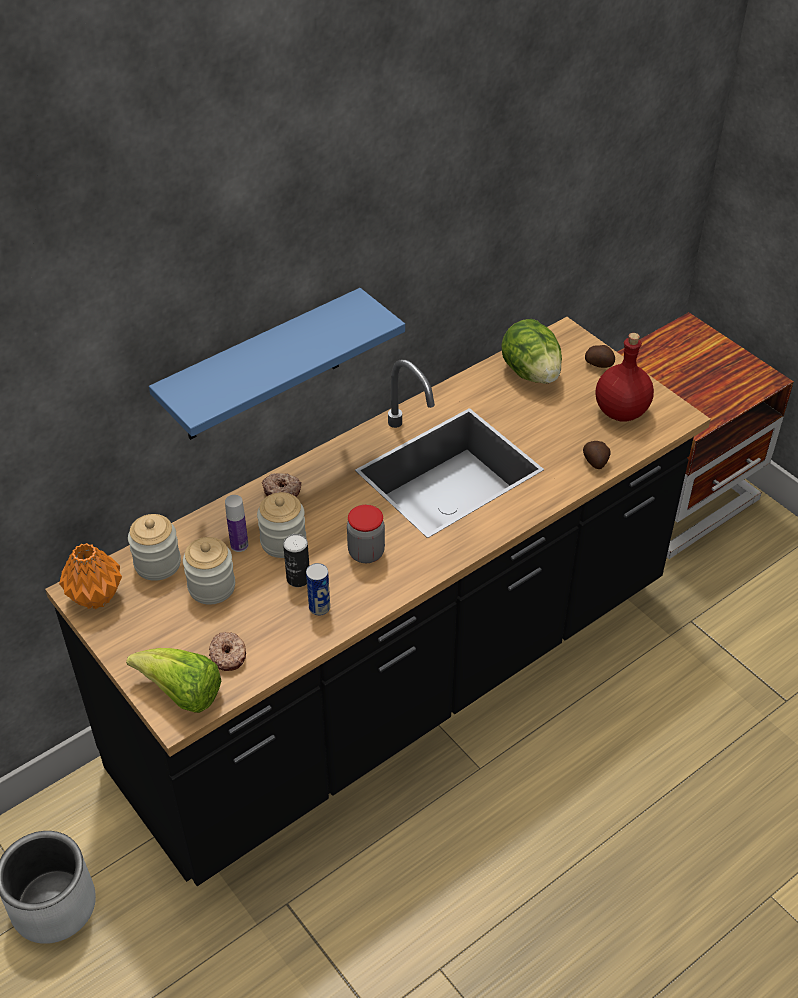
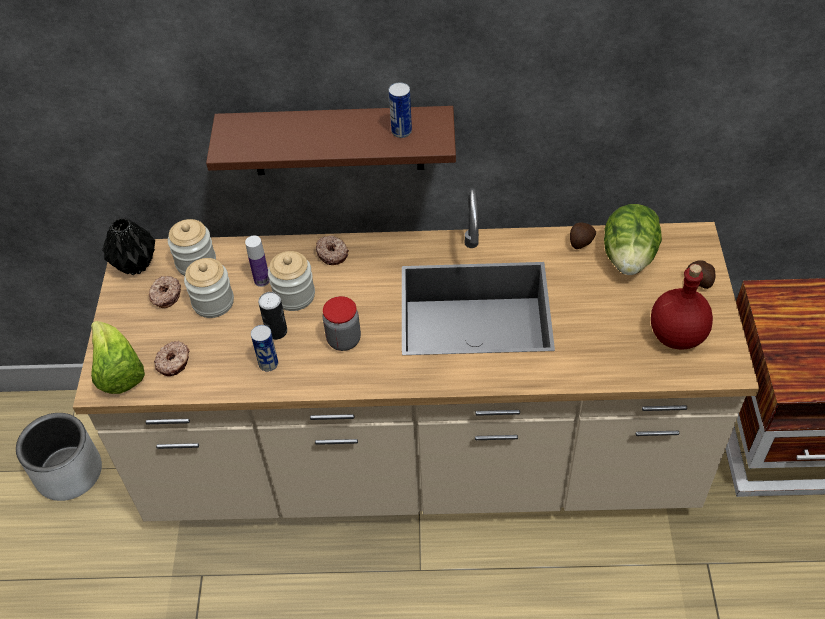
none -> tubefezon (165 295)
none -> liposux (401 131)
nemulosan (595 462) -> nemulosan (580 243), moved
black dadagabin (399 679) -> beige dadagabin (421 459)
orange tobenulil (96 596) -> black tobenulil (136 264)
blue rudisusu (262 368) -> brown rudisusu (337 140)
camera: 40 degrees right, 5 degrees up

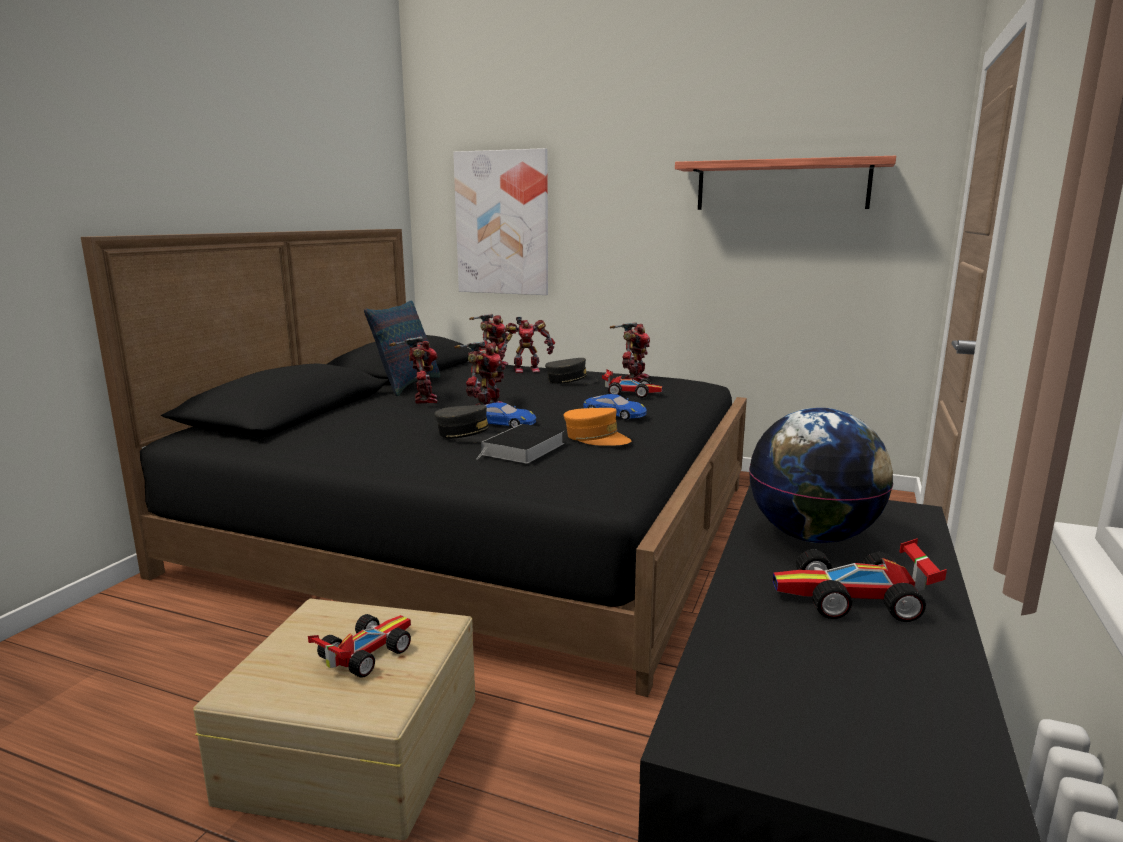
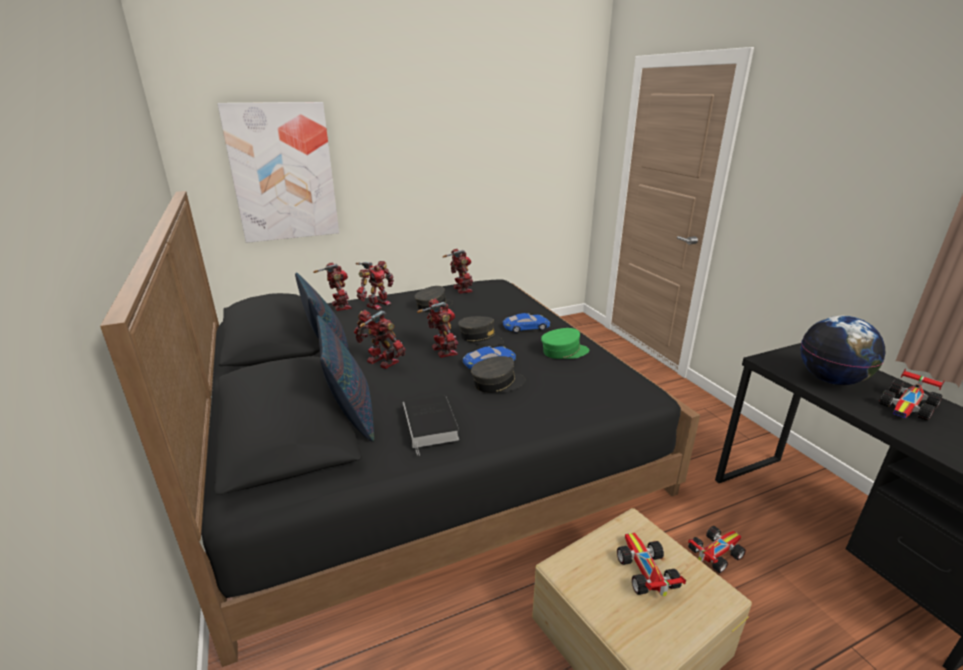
rudisusu (781 185) -> none
none -> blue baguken (351 415)
none -> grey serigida (480 338)
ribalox (523 449) -> ribalox (431 426), moved
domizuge (630 393) -> domizuge (714 552), moved
orange serigida (596 438) -> green serigida (564 352)
camera: 45 degrees left, 10 degrees up

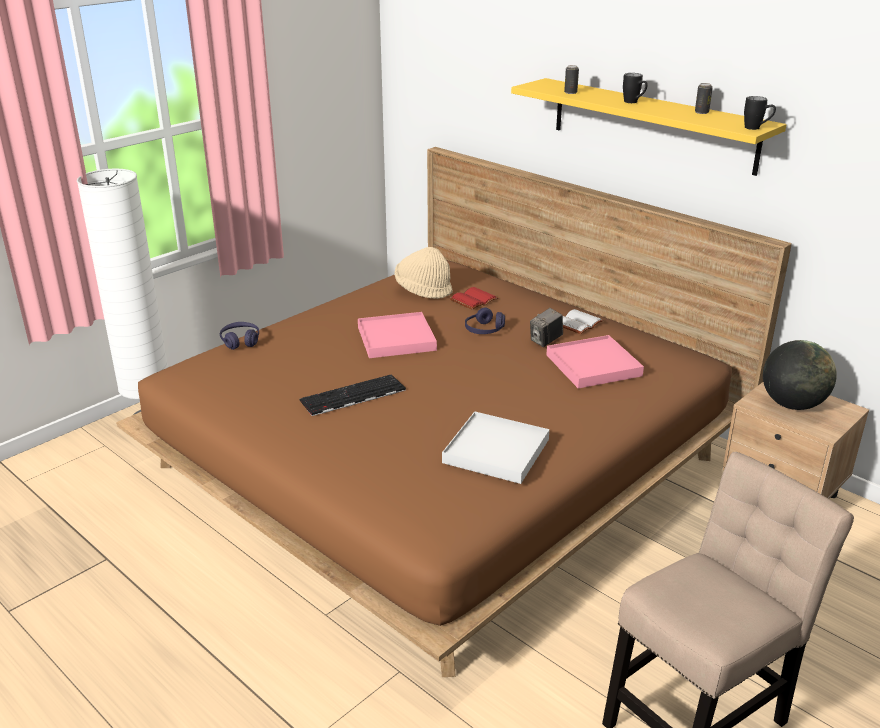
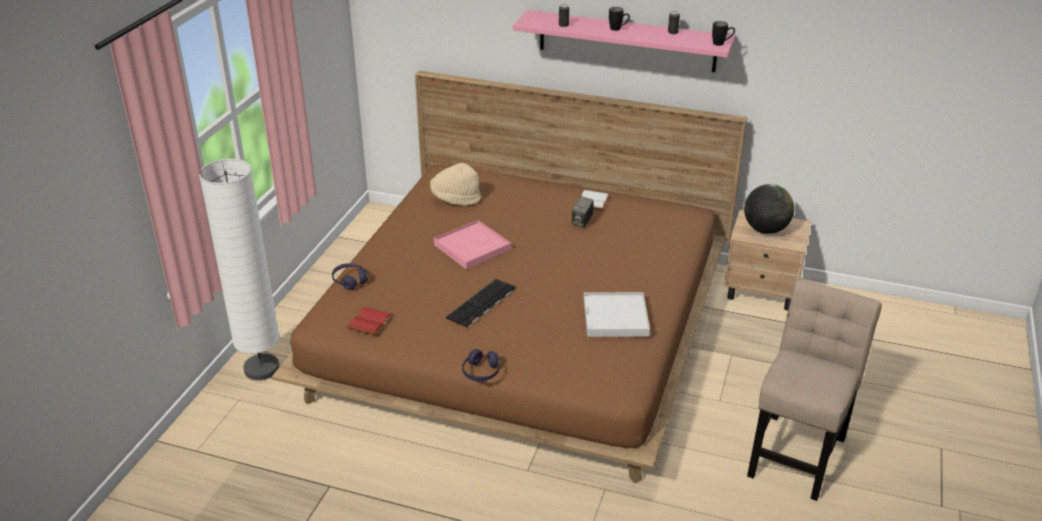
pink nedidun (593 365) -> none
red ribalox (474 300) -> red ribalox (370 322), moved
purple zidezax (484 330) -> purple zidezax (481 372), moved
yellow rudisusu (652 125) -> pink rudisusu (627 41)
camera: 25 degrees left, 5 degrees up

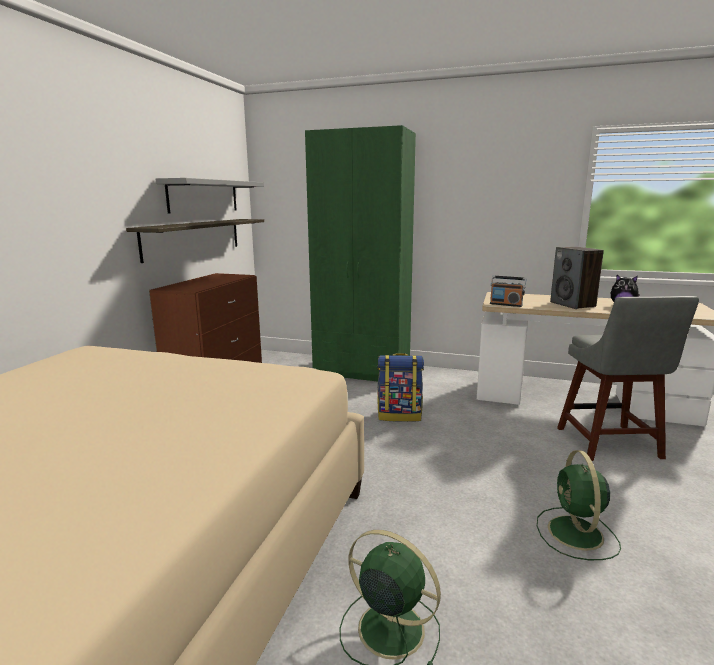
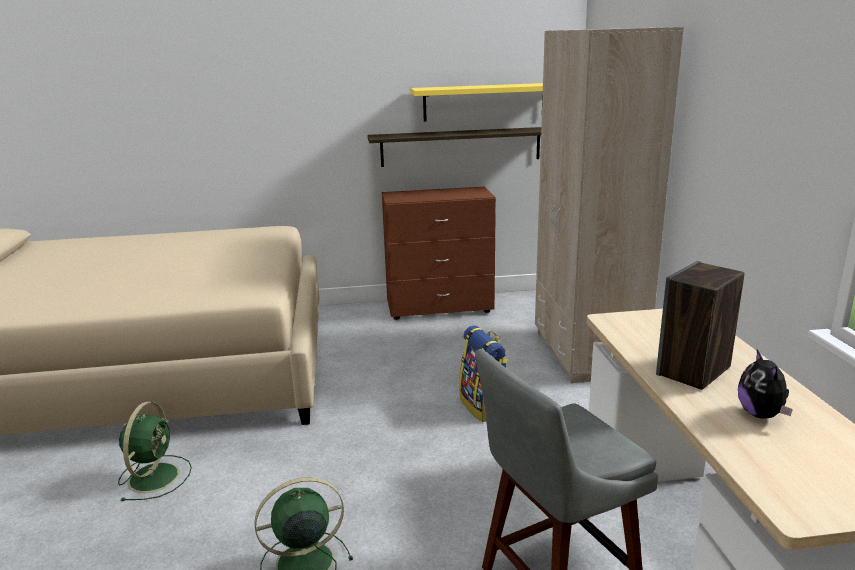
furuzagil (506 304) -> none
grey rudisusu (204 196) -> yellow rudisusu (484 102)
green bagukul (363 371) -> beige bagukul (586 355)
camera: 65 degrees right, 5 degrees up

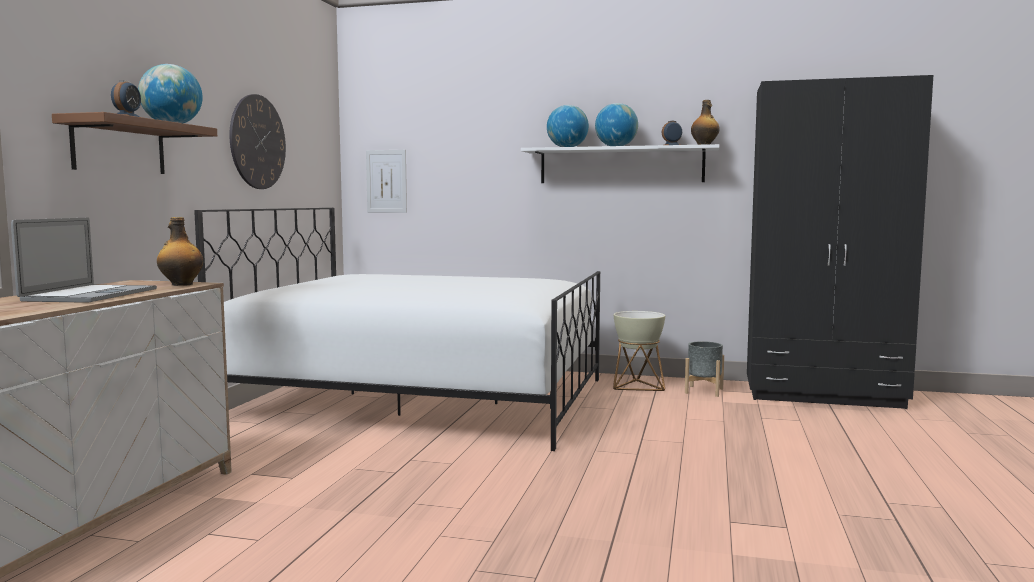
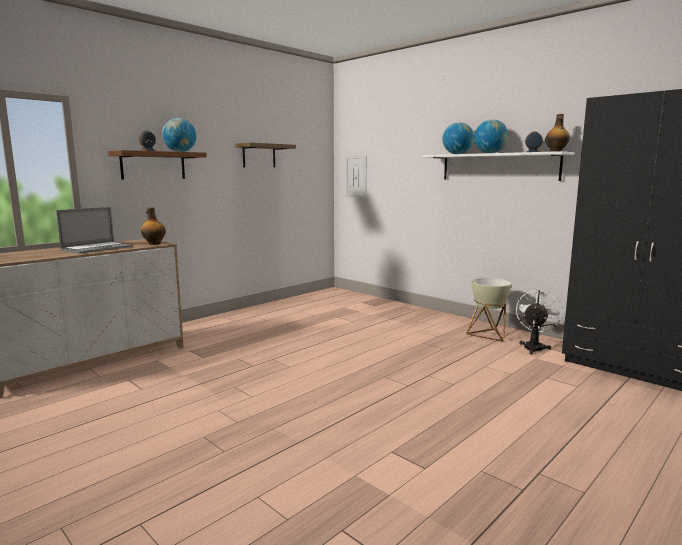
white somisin (421 398) -> none
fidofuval (257 142) -> rudisusu (259 156)
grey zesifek (704 391) -> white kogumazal (534 347)
camera: 30 degrees right, 5 degrees up

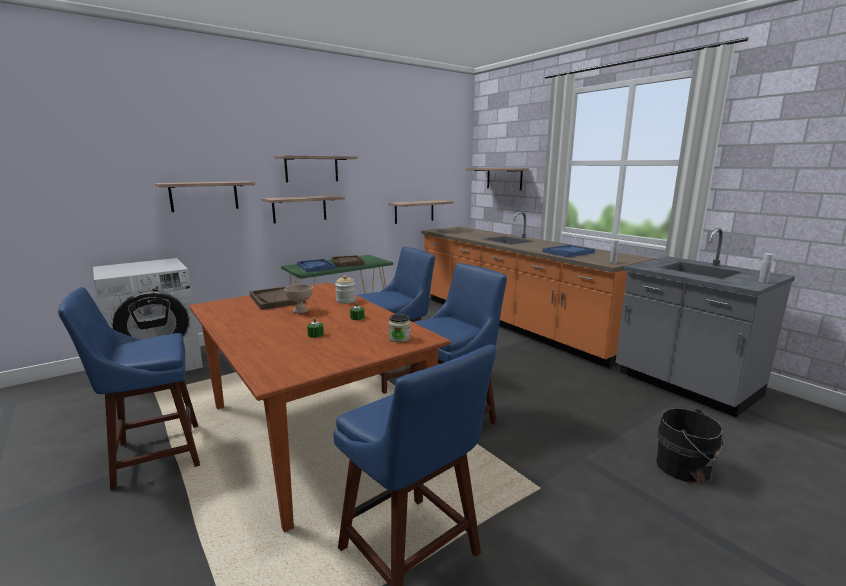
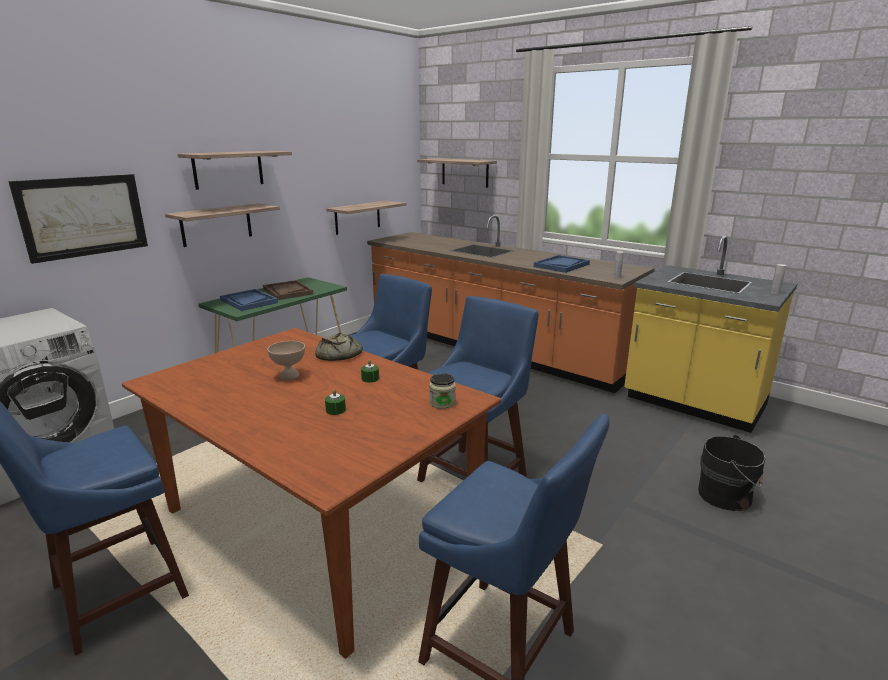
brown nedidun (277 299) -> none
rudisusu (204 196) -> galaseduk (83 216)
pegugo (346 301) -> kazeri (337 355)
grey dadagabin (685 385) -> yellow dadagabin (693 403)
camera: 15 degrees left, 5 degrees up

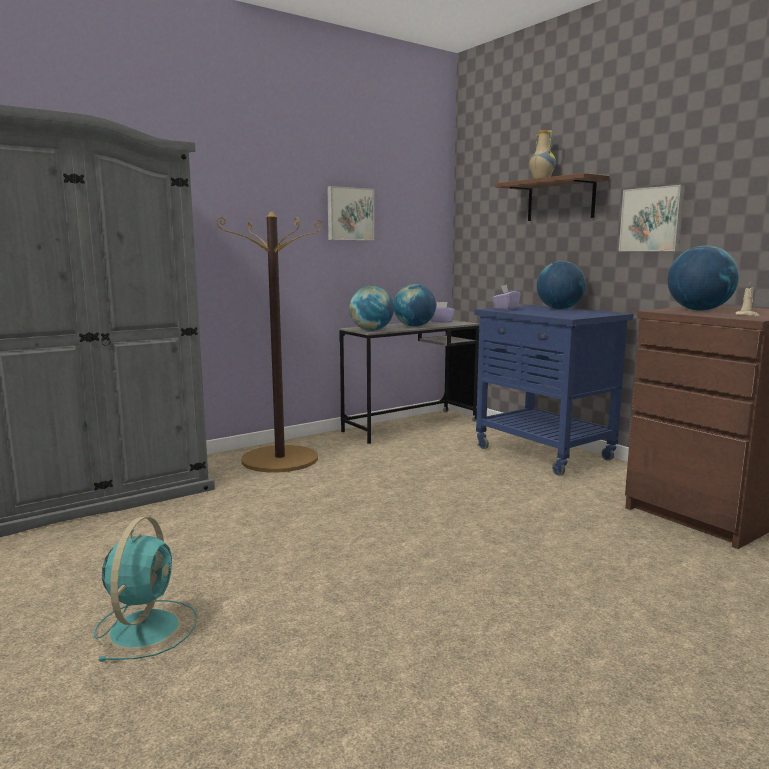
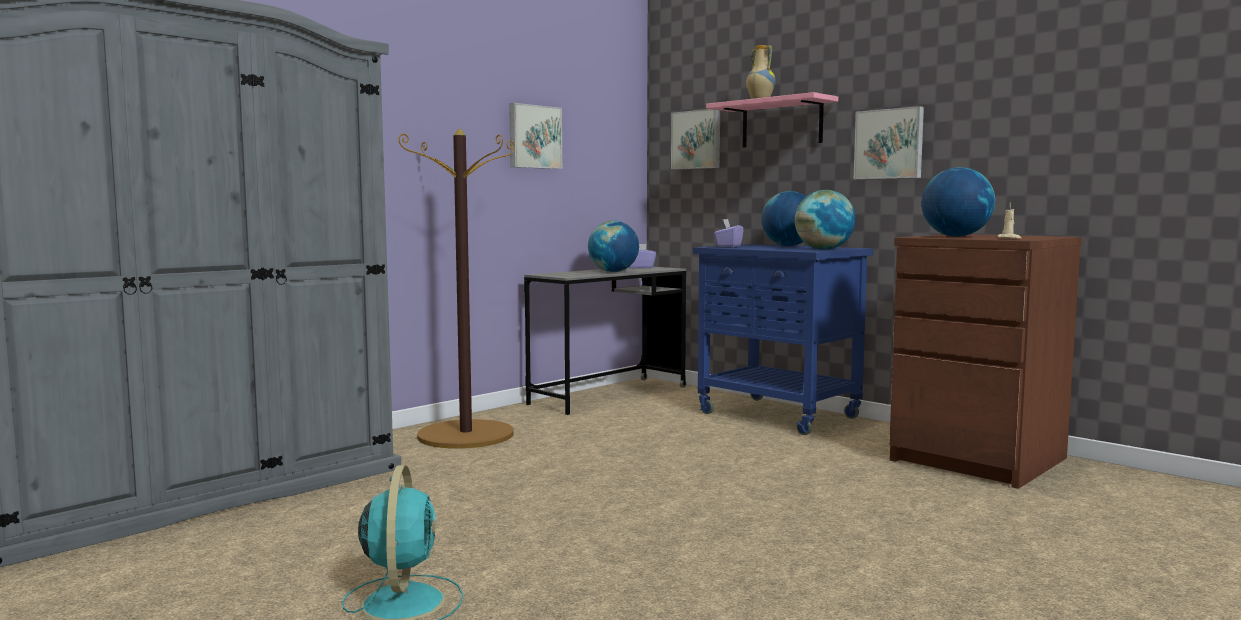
none -> galaseduk (697 140)
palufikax (371 330) -> palufikax (824 249), moved
brown rudisusu (560 200) -> pink rudisusu (782 123)
camera: 10 degrees left, 5 degrees down

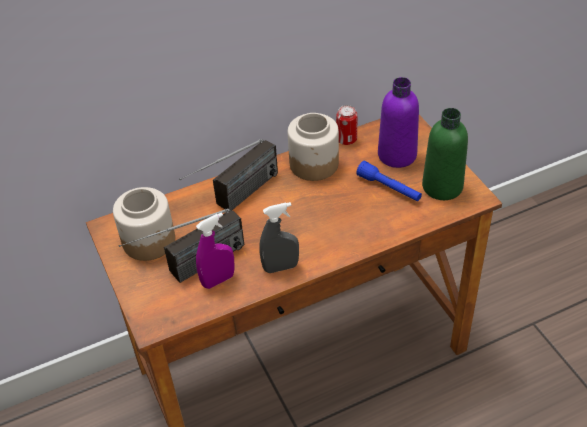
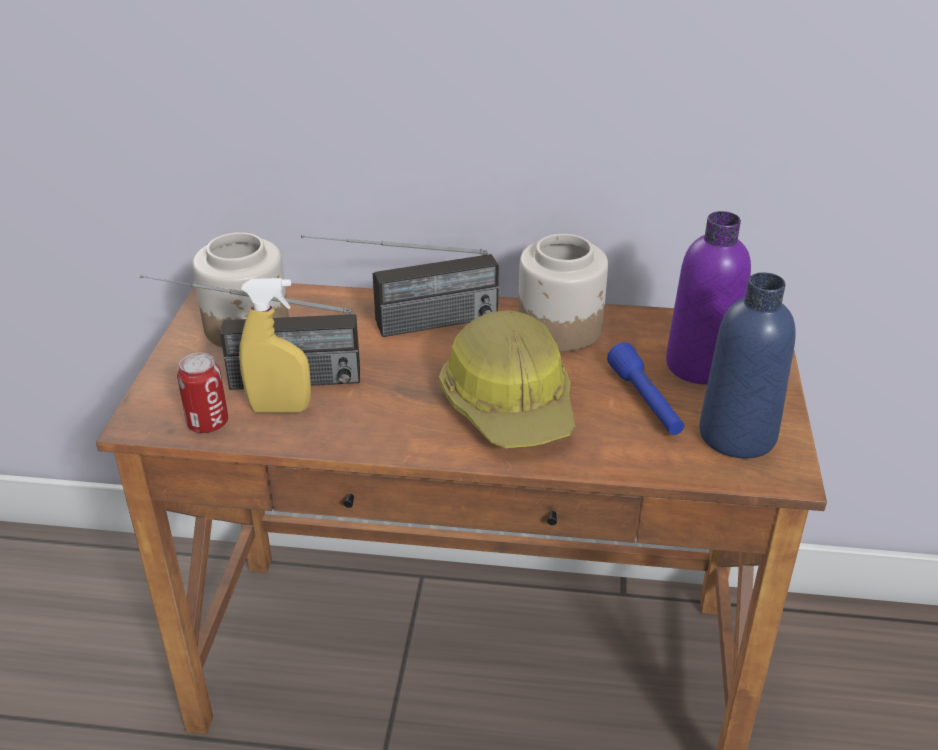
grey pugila (280 267) -> none
none -> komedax (510 404)
liposux (346 139) -> liposux (208 423), moved
purple pugila (218 280) -> yellow pugila (280 409)
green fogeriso (442 187) -> blue fogeriso (737 435)
camera: 30 degrees right, 10 degrees down

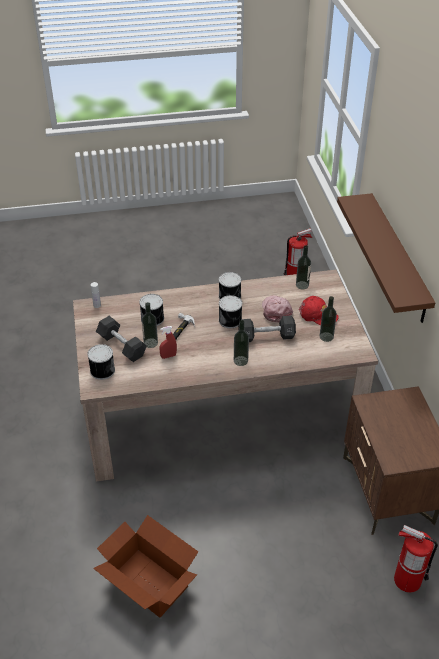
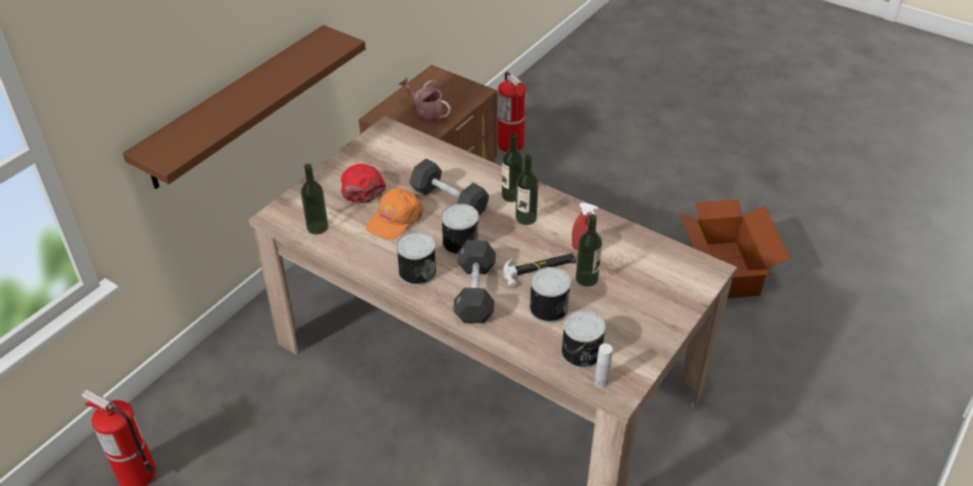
none -> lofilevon (425 114)
liposux (102 370) -> liposux (582 353), moved
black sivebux (121 346) -> black sivebux (475 292), moved
fogeriso (326 337) -> fogeriso (526 218), moved
pink serigida (276 310) -> orange serigida (394 219)
camera: 135 degrees left, 0 degrees up

